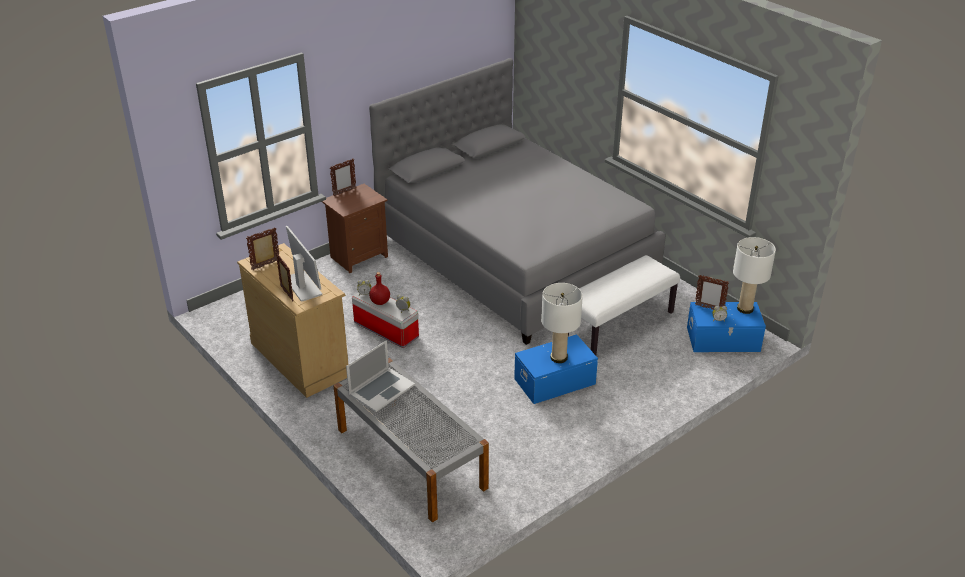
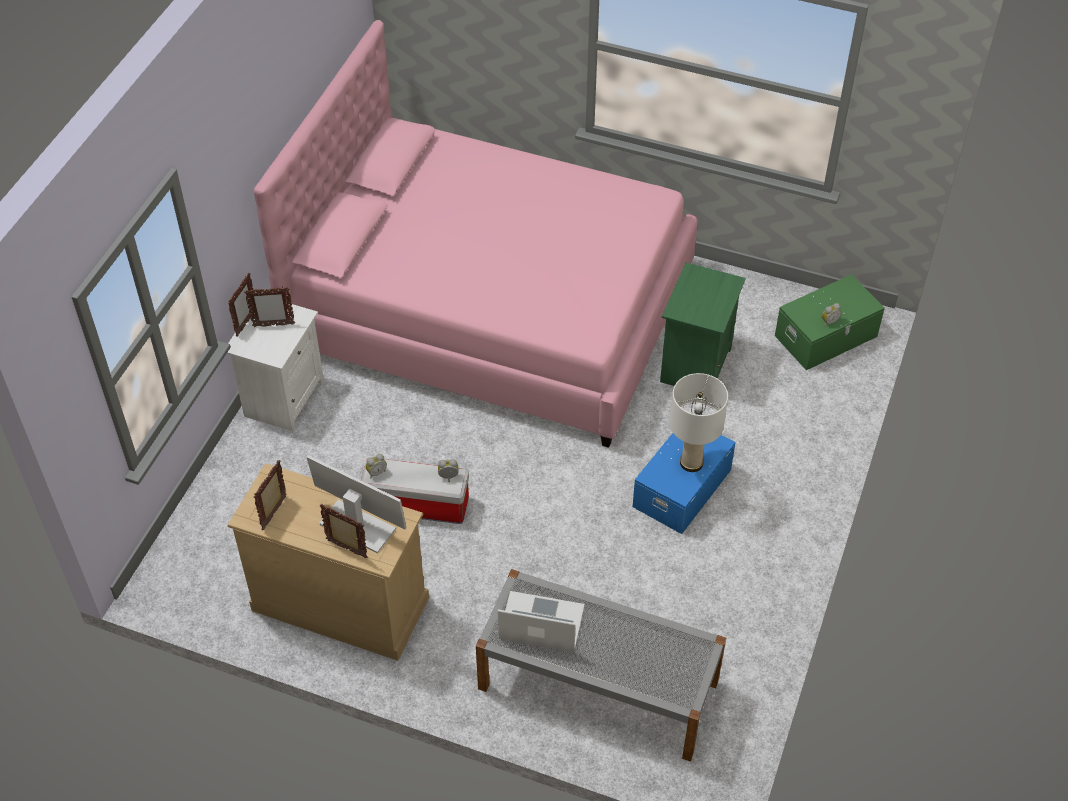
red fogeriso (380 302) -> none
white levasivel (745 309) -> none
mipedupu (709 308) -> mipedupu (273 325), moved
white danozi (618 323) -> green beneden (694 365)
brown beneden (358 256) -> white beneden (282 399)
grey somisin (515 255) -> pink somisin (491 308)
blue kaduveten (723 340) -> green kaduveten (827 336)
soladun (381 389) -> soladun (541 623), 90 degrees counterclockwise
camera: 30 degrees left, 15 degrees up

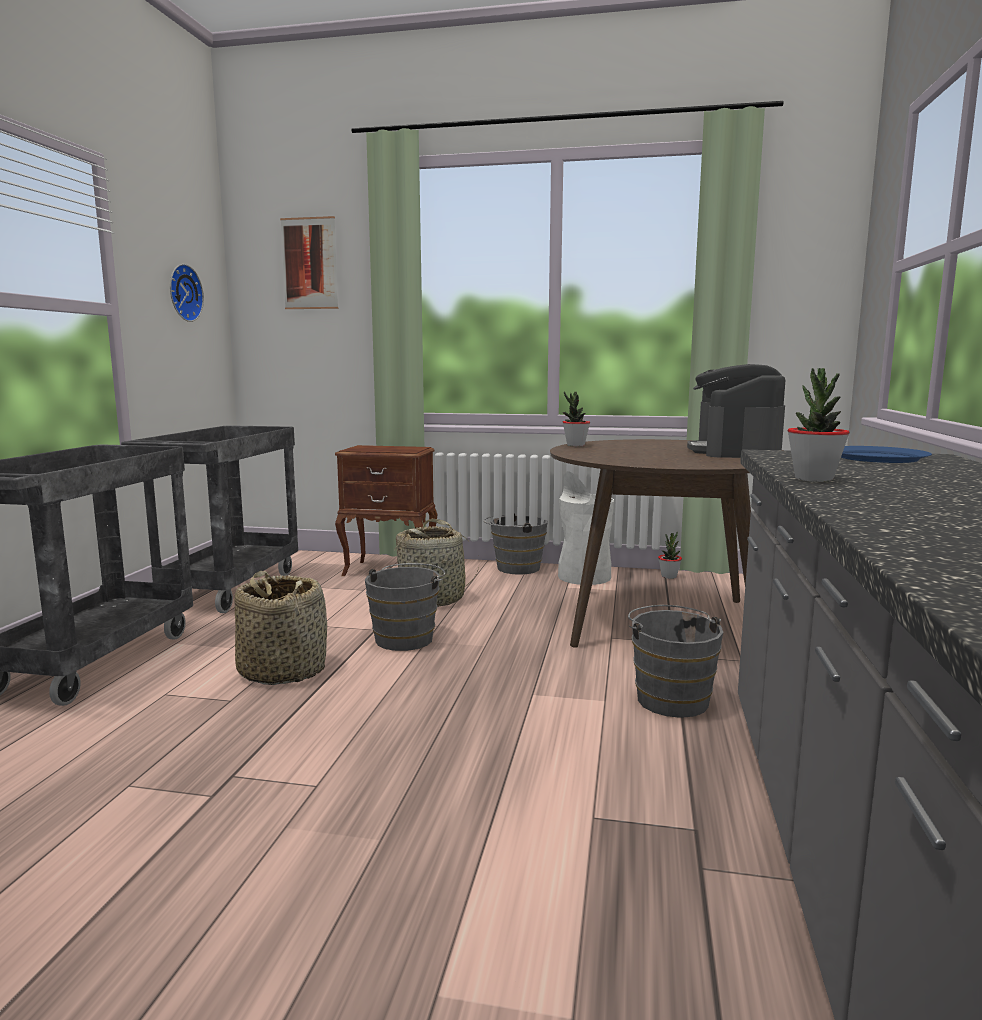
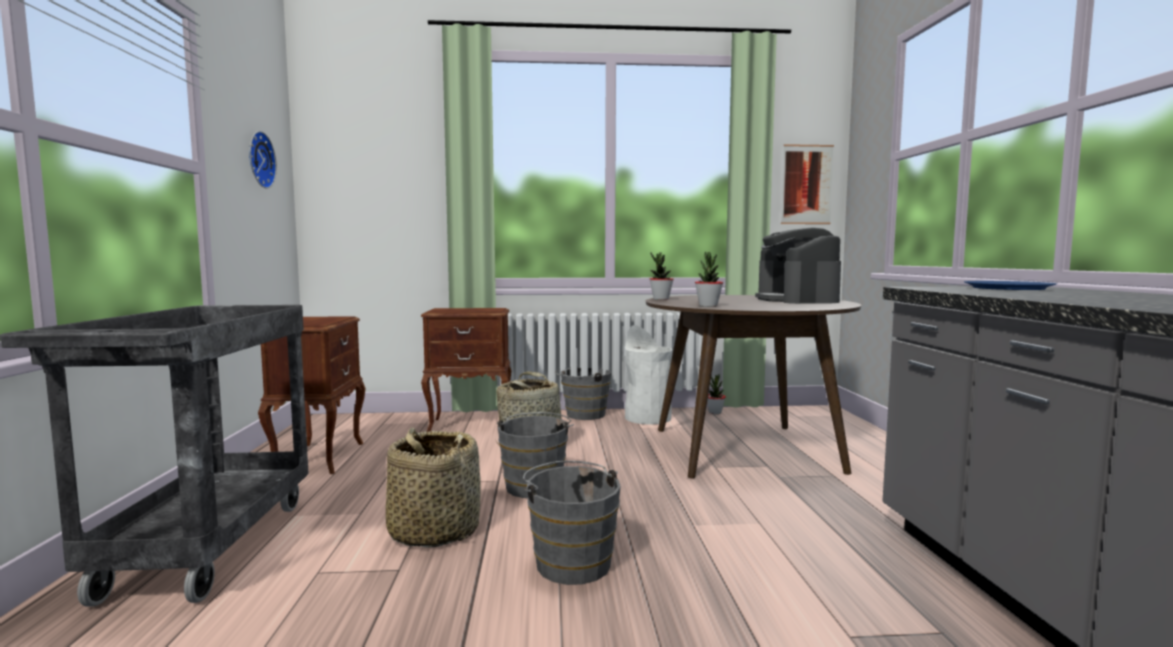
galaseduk (309 263) -> galaseduk (806 184), moved
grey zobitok (670 698) -> grey zobitok (571 561), moved
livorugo (813 479) -> livorugo (708 306), moved
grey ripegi (228 592) -> brown beneden (319 458)
camera: 15 degrees left, 5 degrees down

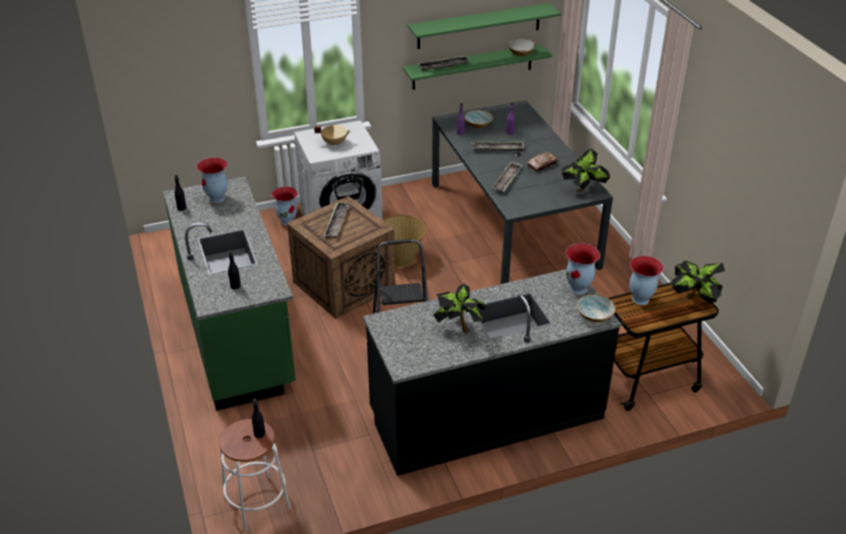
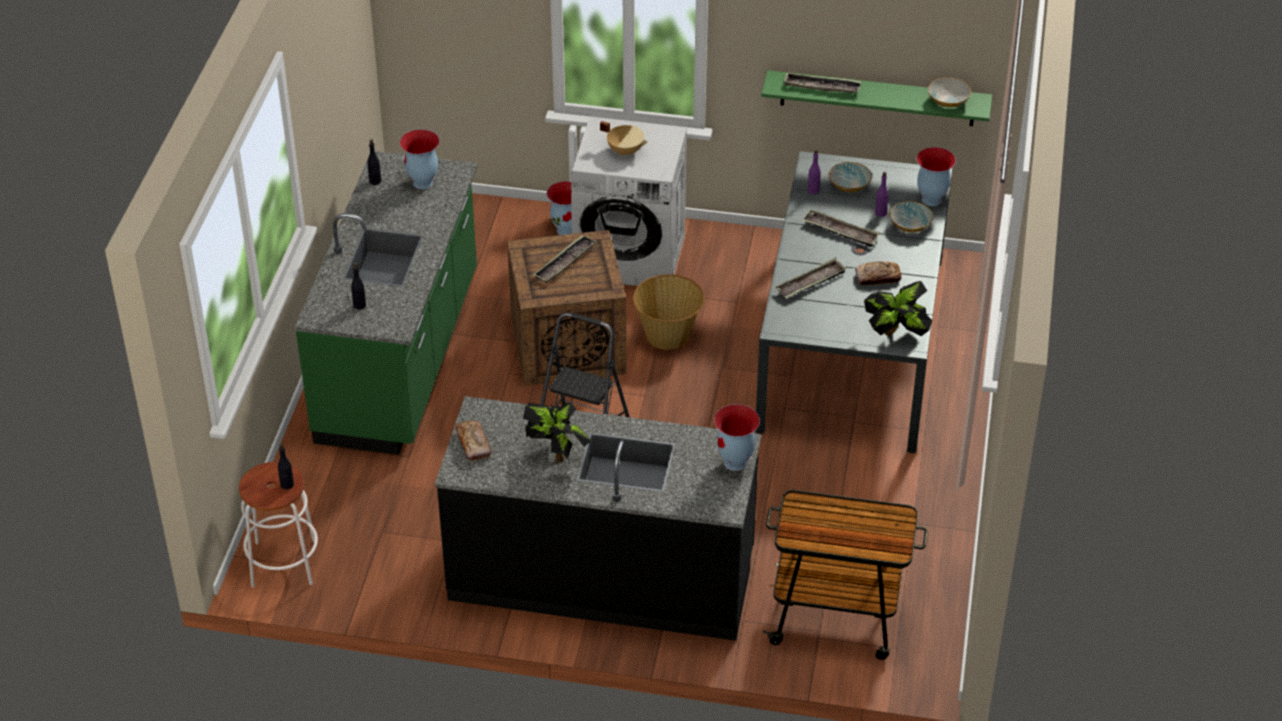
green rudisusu (479 26) -> none
livorugo (694 299) -> none
none -> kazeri (473 444)
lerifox (595 315) -> lerifox (910 225), moved
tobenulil (640 299) -> tobenulil (930 200), moved
camera: 30 degrees right, 5 degrees up

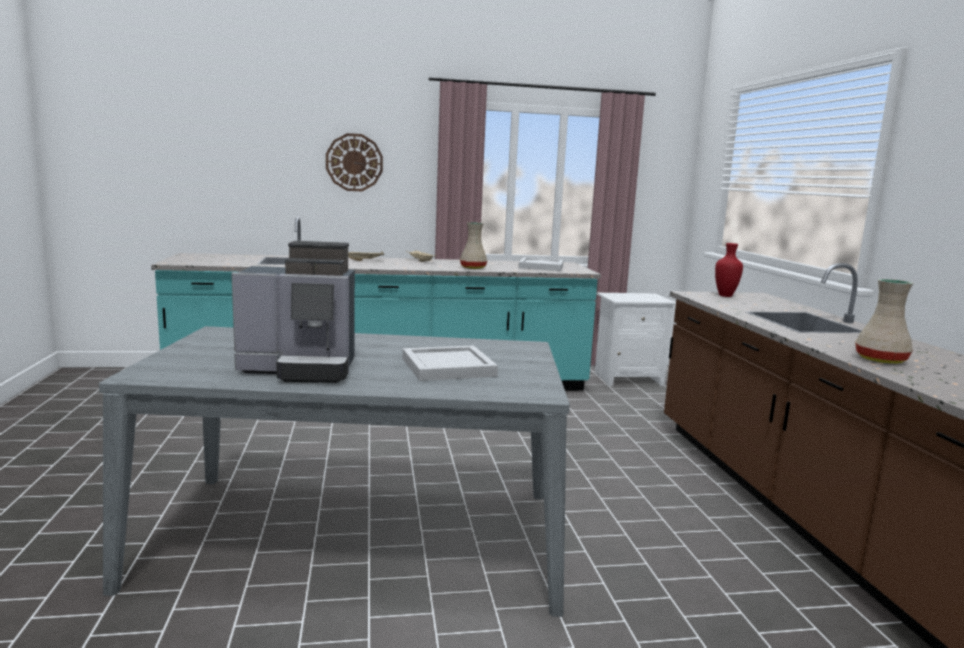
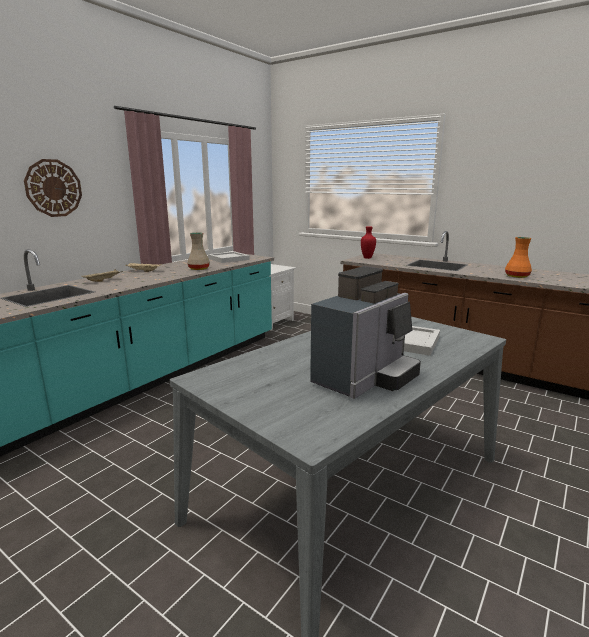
beige tobenulil (879 359) -> orange tobenulil (516 276)
camera: 45 degrees left, 5 degrees up

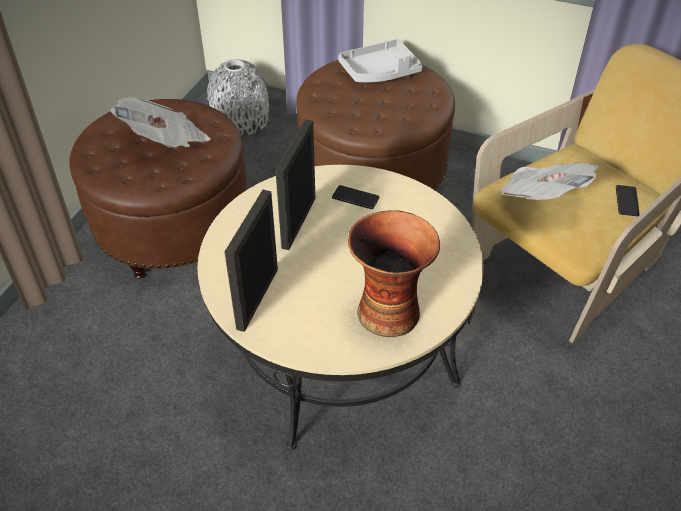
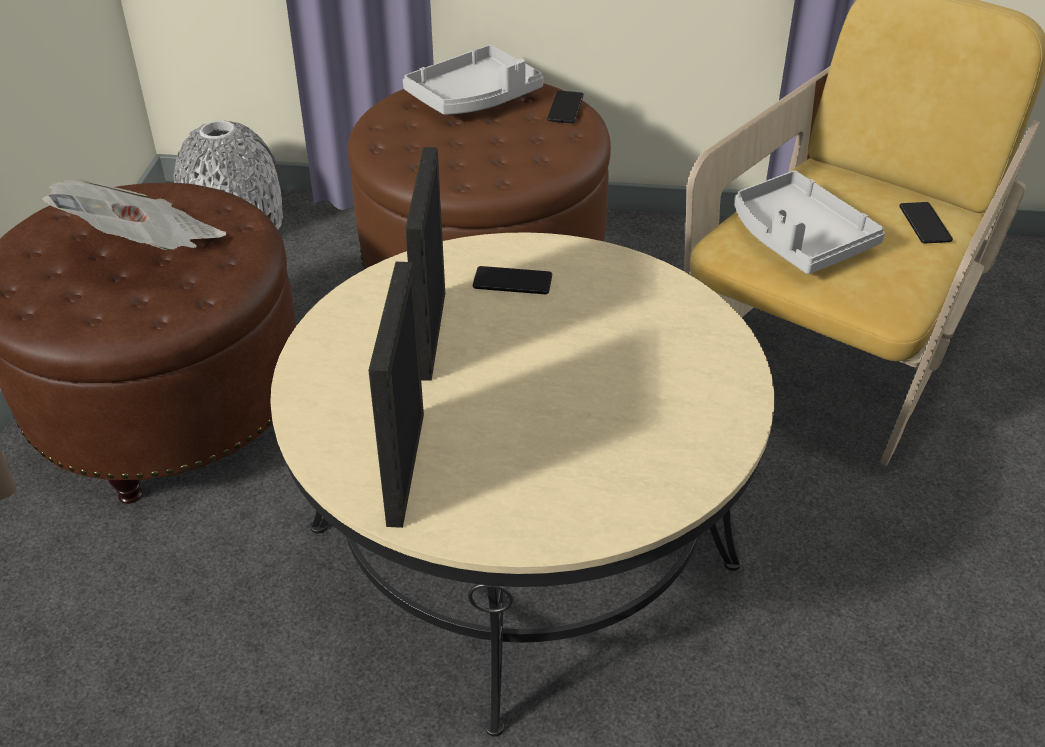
tobenulil (388 311) -> none
none -> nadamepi (565 108)
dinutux (542 197) -> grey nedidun (798 239)
camera: 15 degrees left, 5 degrees down

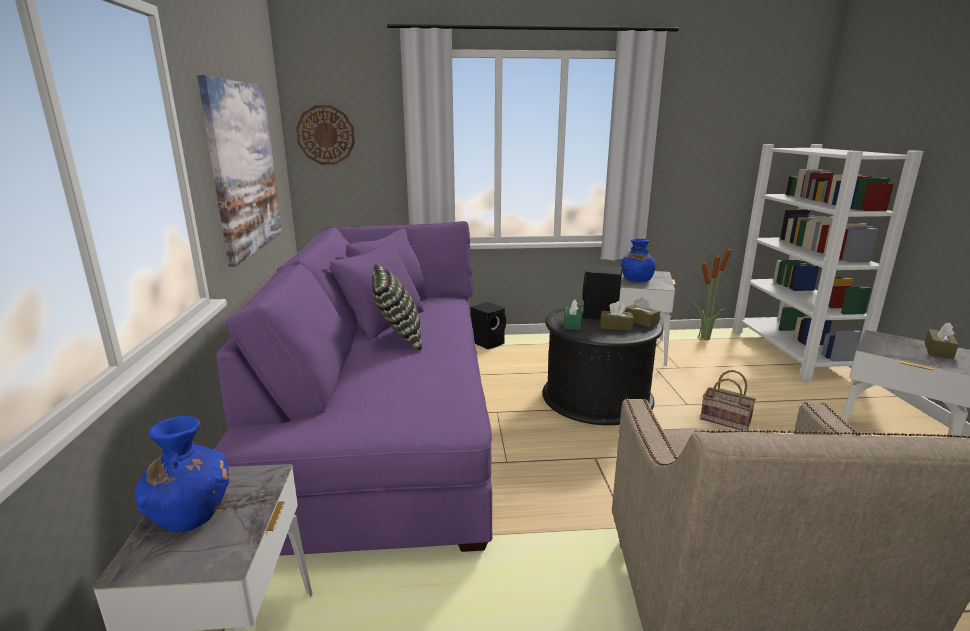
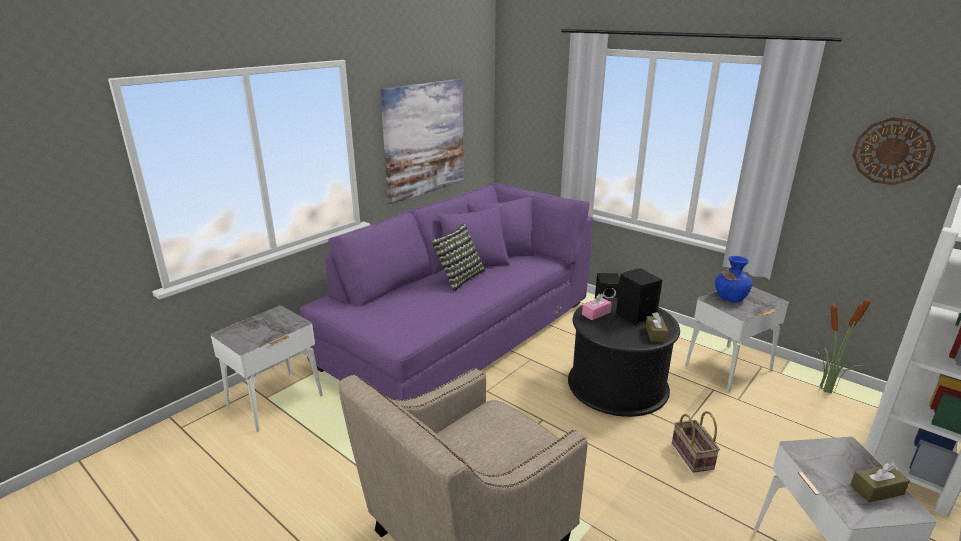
blue tobenulil (191 513) -> none
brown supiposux (616 326) -> none
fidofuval (326 135) -> fidofuval (892 151), moved
green supiposux (572 324) -> pink supiposux (596 313)
camera: 45 degrees right, 5 degrees up

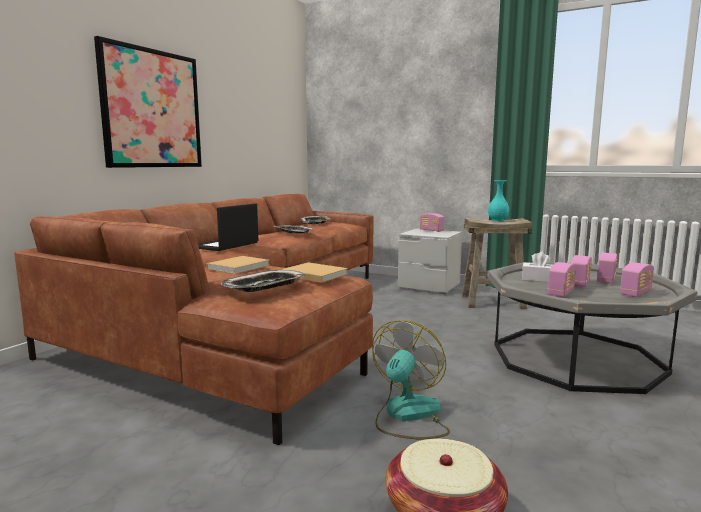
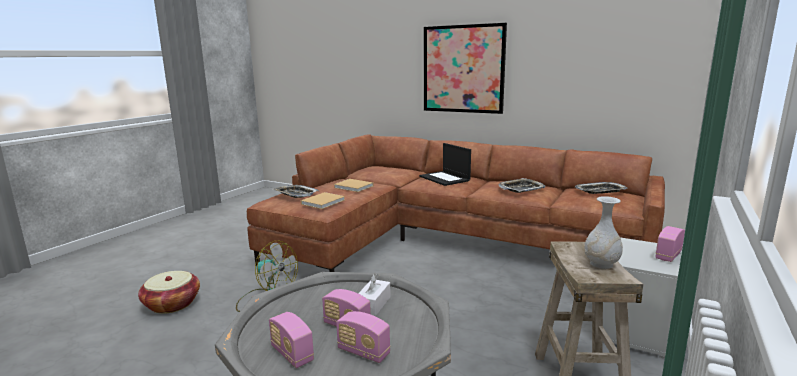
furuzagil (561 293) -> none
turquoise tobenulil (498 220) -> white tobenulil (601 264)
soladun (225 245) -> soladun (445 178), 150 degrees counterclockwise
camera: 90 degrees right, 5 degrees up

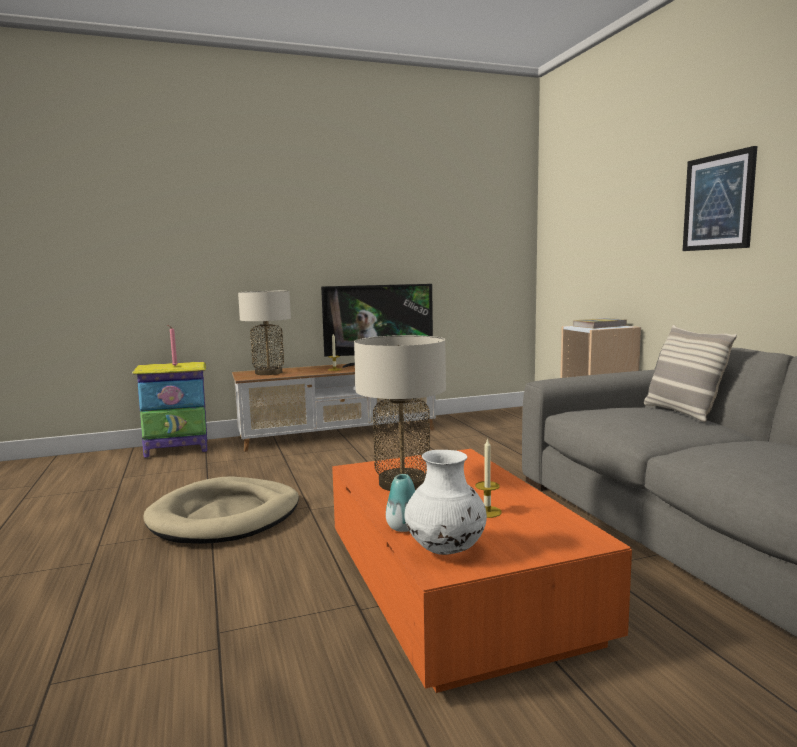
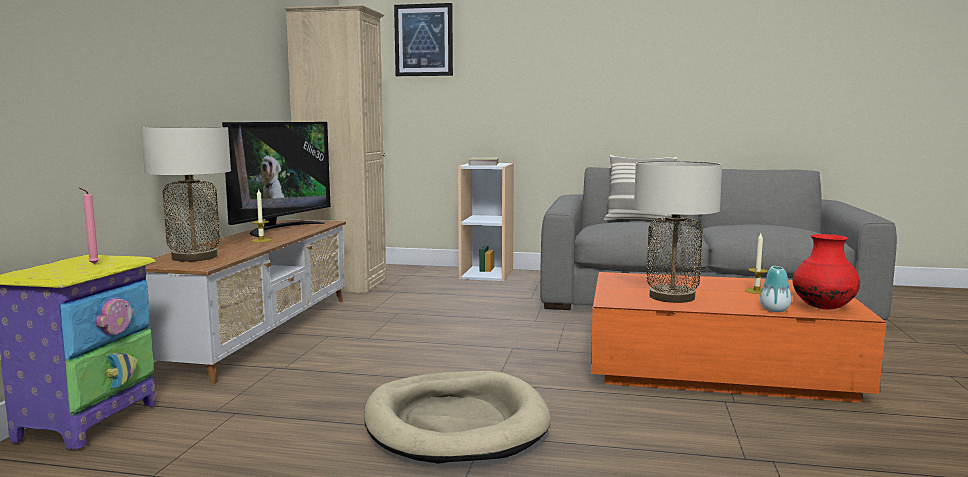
none -> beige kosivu (345 284)
galaseduk (718 202) -> galaseduk (424 40), moved
white tobenulil (446 550) -> red tobenulil (823 308)
camera: 60 degrees left, 0 degrees up

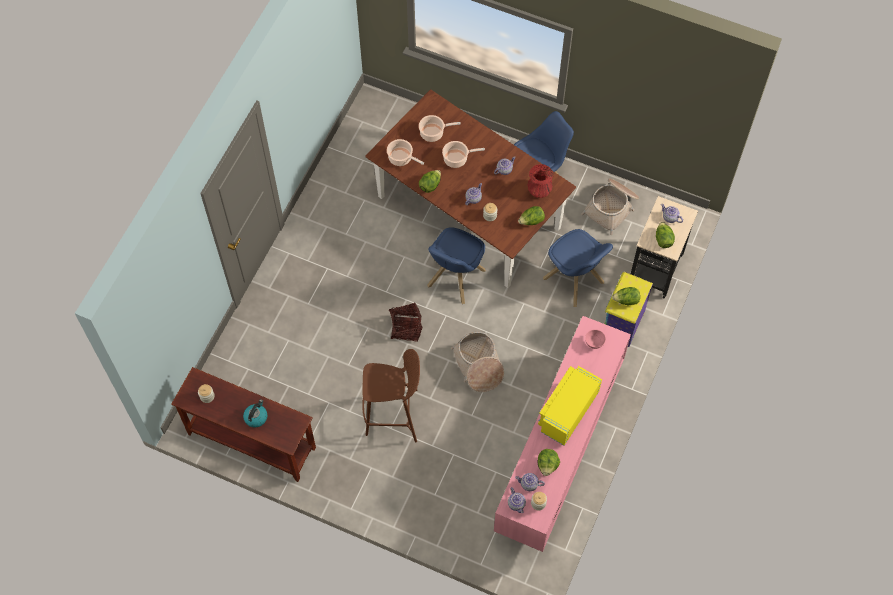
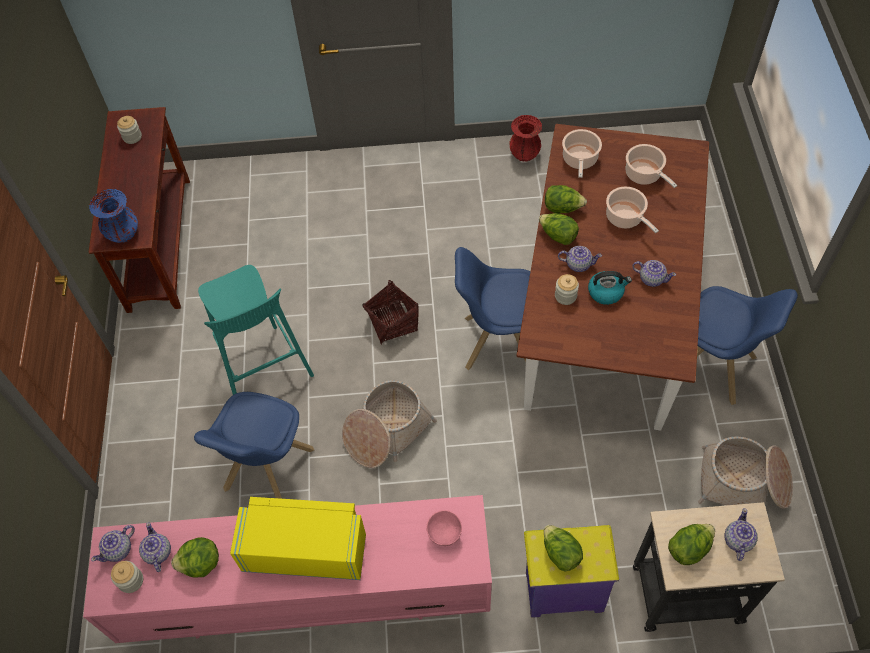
none -> blue tobenulil (123 233)
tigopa (256 417) -> tigopa (606 292), moved
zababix (531 221) -> zababix (558 236), moved
red tobenulil (539 191) -> red tobenulil (524 154), moved
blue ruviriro (574 280) -> blue ruviriro (267 469), moved
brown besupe (393 415) -> turquoise besupe (263 368)
camera: 65 degrees right, 5 degrees down

